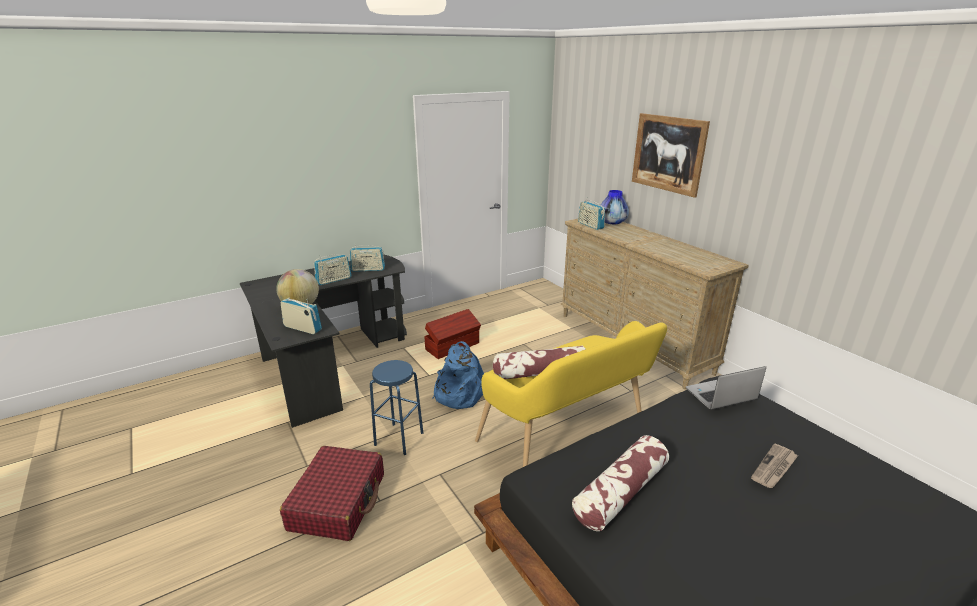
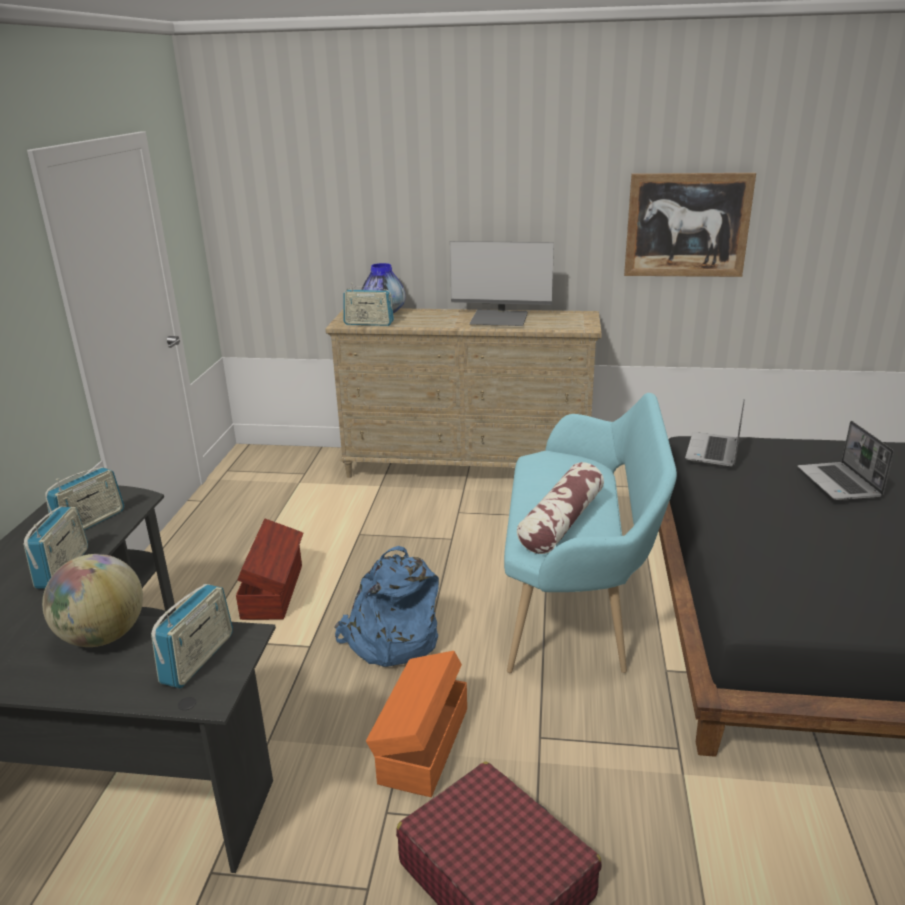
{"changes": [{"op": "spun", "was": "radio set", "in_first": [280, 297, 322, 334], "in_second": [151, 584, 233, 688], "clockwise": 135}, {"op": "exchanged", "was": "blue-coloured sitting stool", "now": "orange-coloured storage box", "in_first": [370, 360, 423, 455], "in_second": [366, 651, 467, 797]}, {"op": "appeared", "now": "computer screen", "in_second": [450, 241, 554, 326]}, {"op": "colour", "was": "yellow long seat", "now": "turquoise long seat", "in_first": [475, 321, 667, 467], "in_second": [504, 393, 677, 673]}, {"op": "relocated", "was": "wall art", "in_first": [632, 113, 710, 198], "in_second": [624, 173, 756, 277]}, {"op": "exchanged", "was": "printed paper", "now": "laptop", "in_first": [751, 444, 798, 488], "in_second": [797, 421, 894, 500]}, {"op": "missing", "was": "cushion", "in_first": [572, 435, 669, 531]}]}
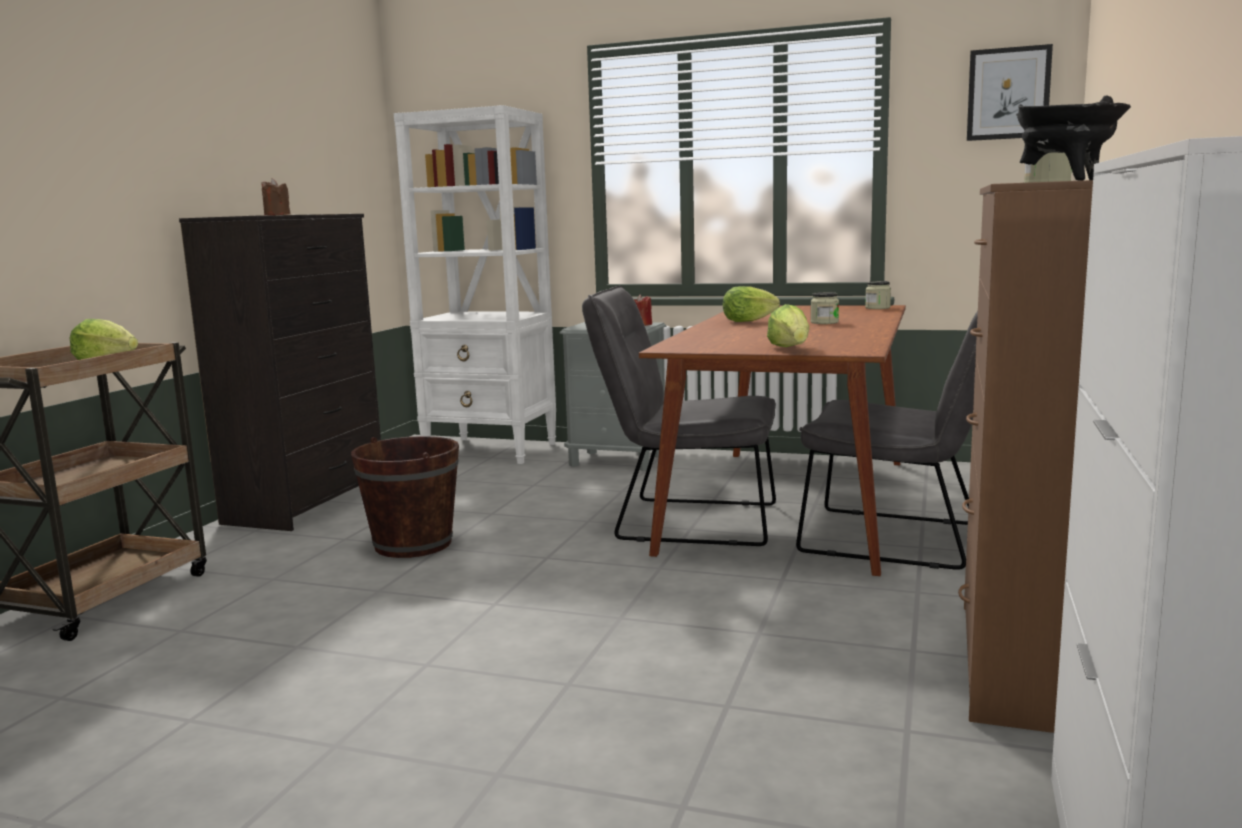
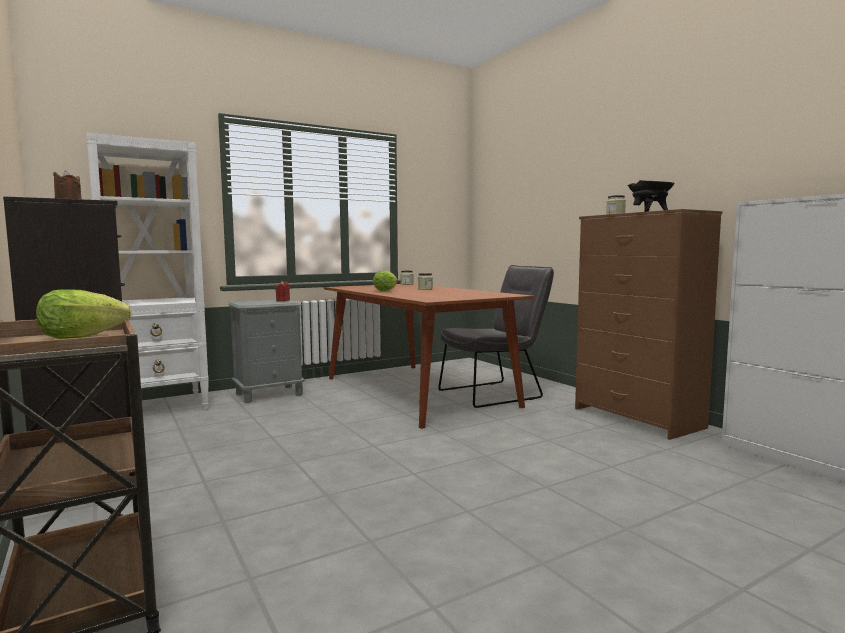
{"changes": [{"op": "missing", "was": "brown-coloured water bucket", "in_first": [351, 436, 459, 558]}, {"op": "missing", "was": "grey upright chair", "in_first": [582, 286, 776, 546]}, {"op": "missing", "was": "head of lettuce", "in_first": [767, 304, 809, 347]}, {"op": "missing", "was": "wall art", "in_first": [967, 44, 1053, 141]}]}
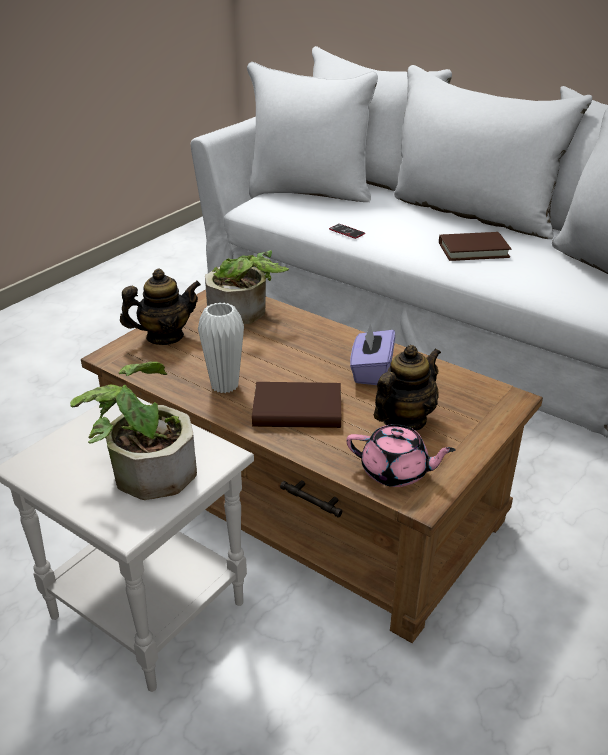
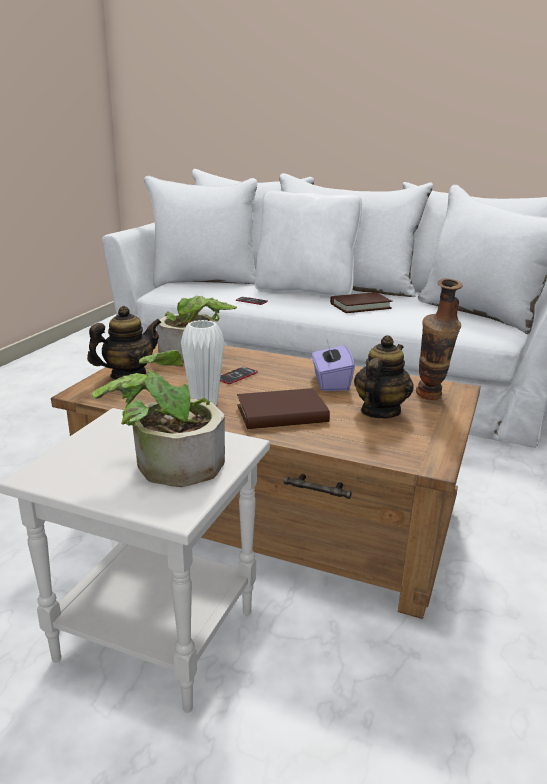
{"changes": [{"op": "appeared", "now": "telephone", "in_second": [220, 367, 258, 384]}, {"op": "appeared", "now": "white cushion", "in_second": [255, 190, 362, 296]}, {"op": "appeared", "now": "flower vase", "in_second": [416, 279, 463, 400]}, {"op": "missing", "was": "pinkish teapot", "in_first": [346, 424, 456, 487]}]}
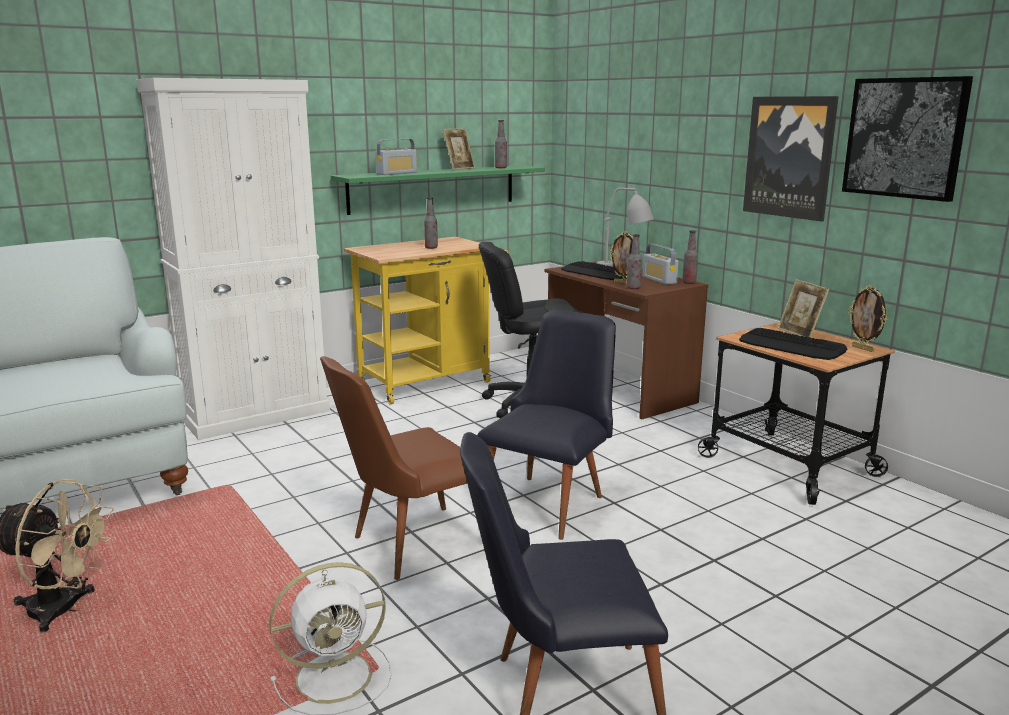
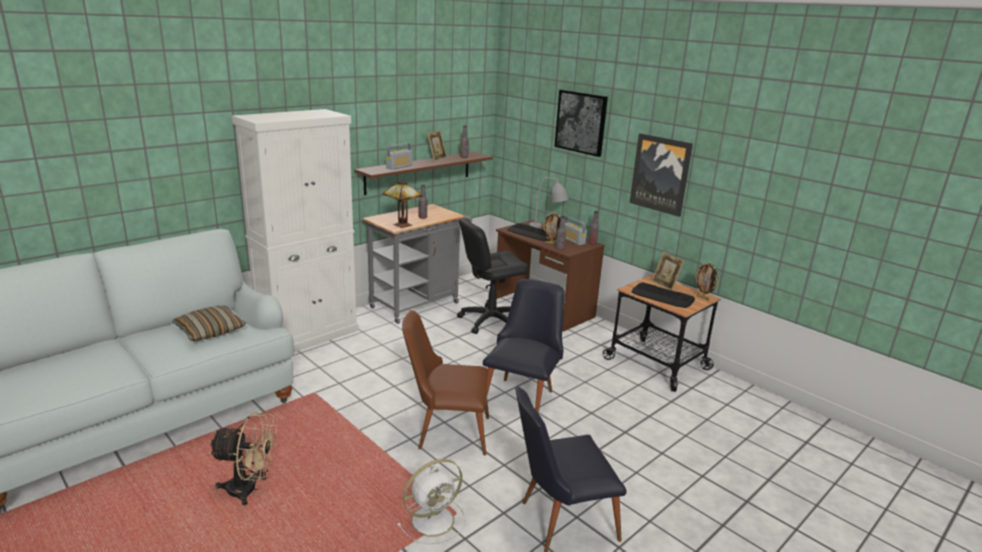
{"changes": [{"op": "appeared", "now": "cushion", "in_second": [172, 306, 246, 341]}, {"op": "colour", "was": "greenish wall shelf", "now": "brown-coloured wall shelf", "in_first": [331, 165, 545, 215], "in_second": [354, 152, 493, 195]}, {"op": "colour", "was": "yellow wheeled cart", "now": "grey wheeled cart", "in_first": [344, 237, 509, 404], "in_second": [363, 204, 472, 324]}, {"op": "appeared", "now": "table lamp", "in_second": [382, 180, 422, 228]}, {"op": "spun", "was": "brown-coloured upright chair", "in_first": [320, 356, 467, 580], "in_second": [402, 310, 489, 456], "clockwise": 45}, {"op": "relocated", "was": "wall art", "in_first": [842, 76, 973, 202], "in_second": [554, 90, 608, 157]}]}
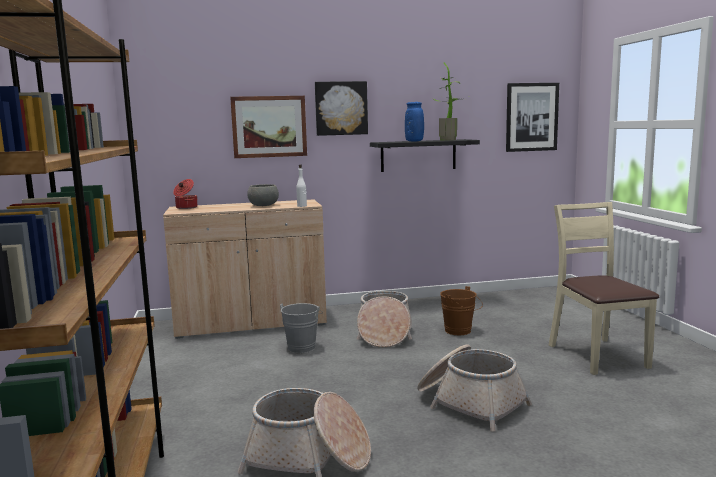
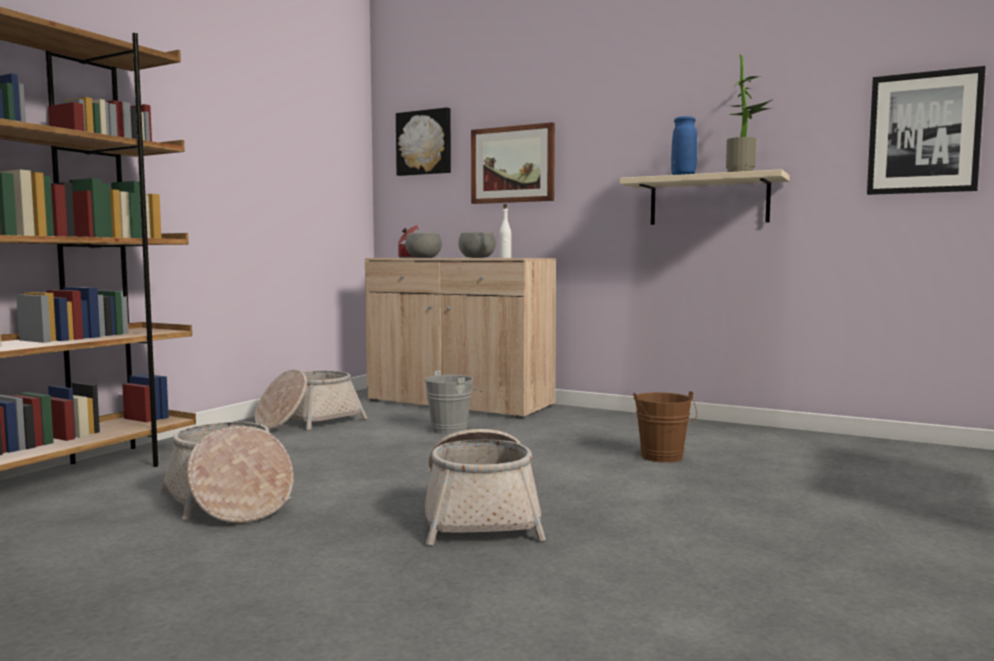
{"changes": [{"op": "relocated", "was": "household basket", "in_first": [357, 291, 412, 348], "in_second": [255, 369, 367, 430]}, {"op": "relocated", "was": "wall art", "in_first": [315, 81, 368, 136], "in_second": [396, 107, 451, 176]}, {"op": "appeared", "now": "grey bowl", "in_second": [405, 233, 442, 258]}, {"op": "colour", "was": "black wall shelf", "now": "sand-coloured wall shelf", "in_first": [370, 139, 480, 172], "in_second": [620, 169, 790, 225]}, {"op": "missing", "was": "sand-coloured upright chair", "in_first": [549, 202, 659, 375]}]}
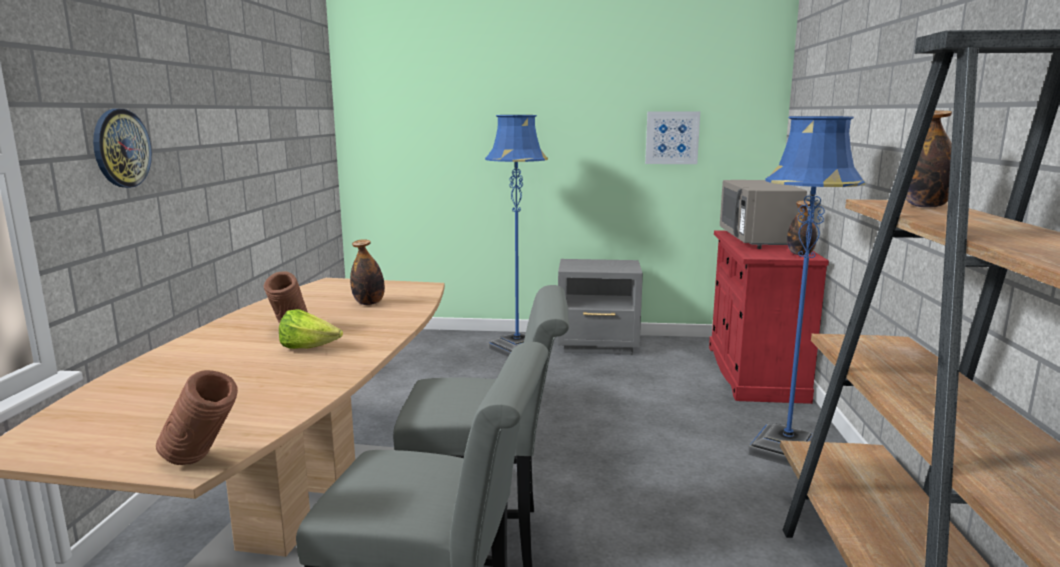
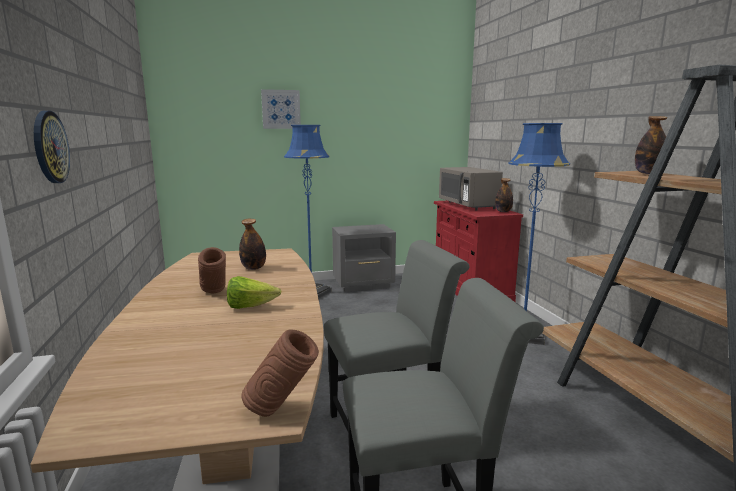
{"changes": [{"op": "relocated", "was": "wall art", "in_first": [645, 112, 700, 164], "in_second": [261, 89, 301, 129]}]}
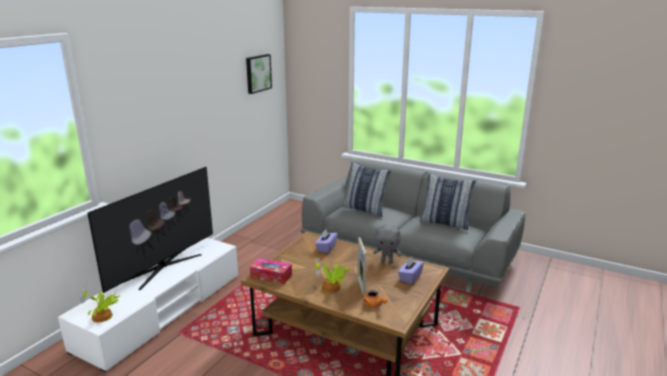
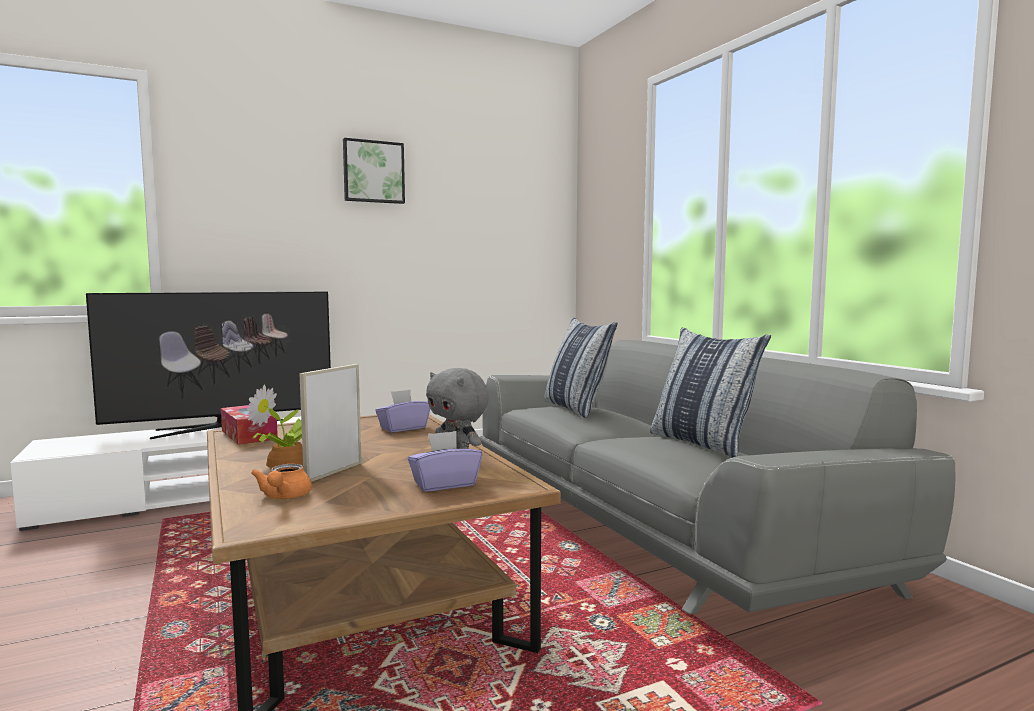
{"changes": [{"op": "relocated", "was": "wall art", "in_first": [246, 54, 272, 94], "in_second": [343, 138, 405, 204]}, {"op": "missing", "was": "potted plant", "in_first": [80, 285, 120, 322]}]}
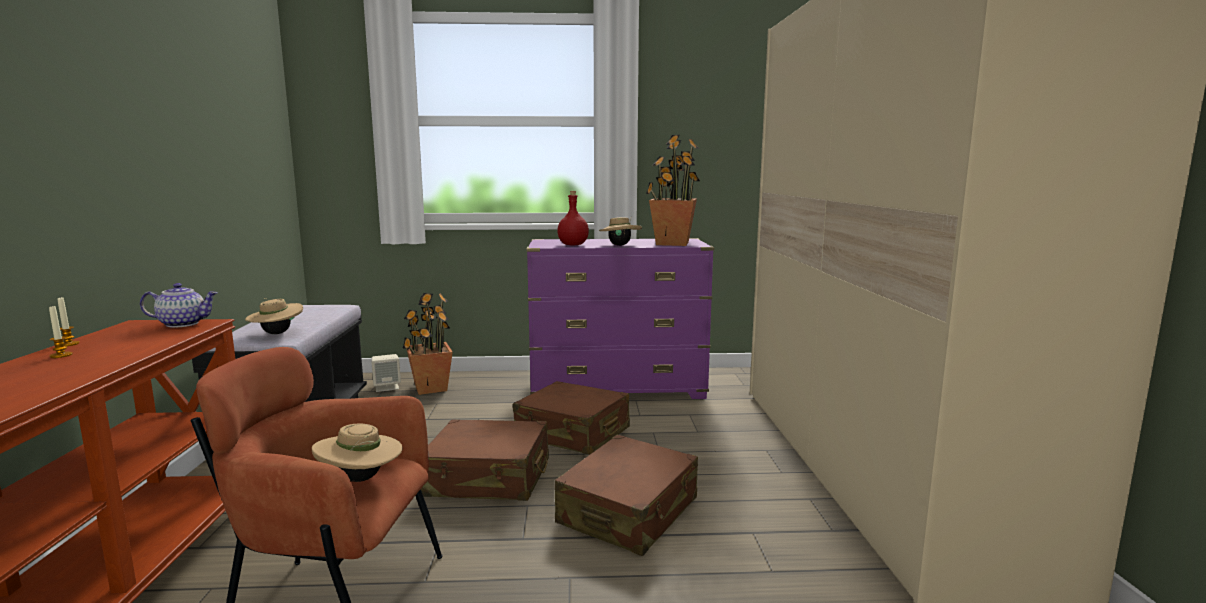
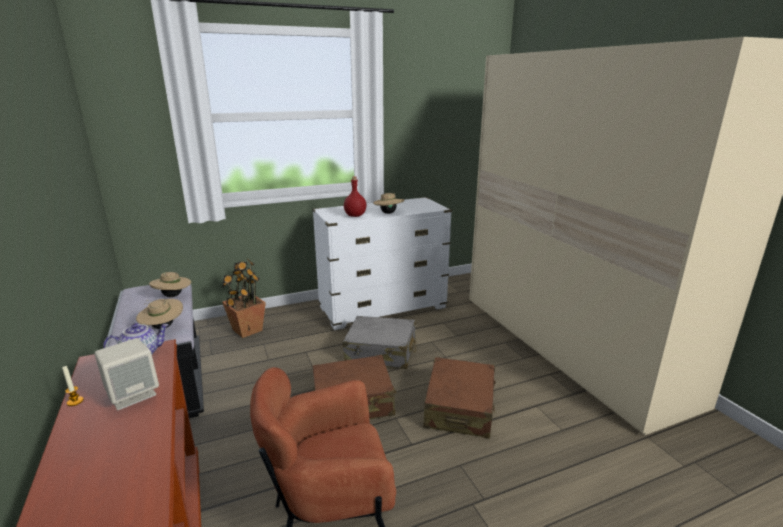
{"changes": [{"op": "relocated", "was": "sand-coloured audio speaker", "in_first": [371, 354, 401, 392], "in_second": [94, 338, 159, 410]}, {"op": "relocated", "was": "sand-coloured wearable hat", "in_first": [312, 423, 403, 482], "in_second": [149, 272, 191, 297]}, {"op": "colour", "was": "purple-coloured drawer chest", "now": "white drawer chest", "in_first": [527, 238, 714, 399], "in_second": [312, 197, 452, 330]}, {"op": "colour", "was": "brown-coloured suitcase", "now": "grey suitcase", "in_first": [513, 381, 630, 455], "in_second": [343, 316, 416, 369]}, {"op": "missing", "was": "candle", "in_first": [49, 306, 73, 358]}, {"op": "missing", "was": "potted plant", "in_first": [646, 135, 700, 246]}]}
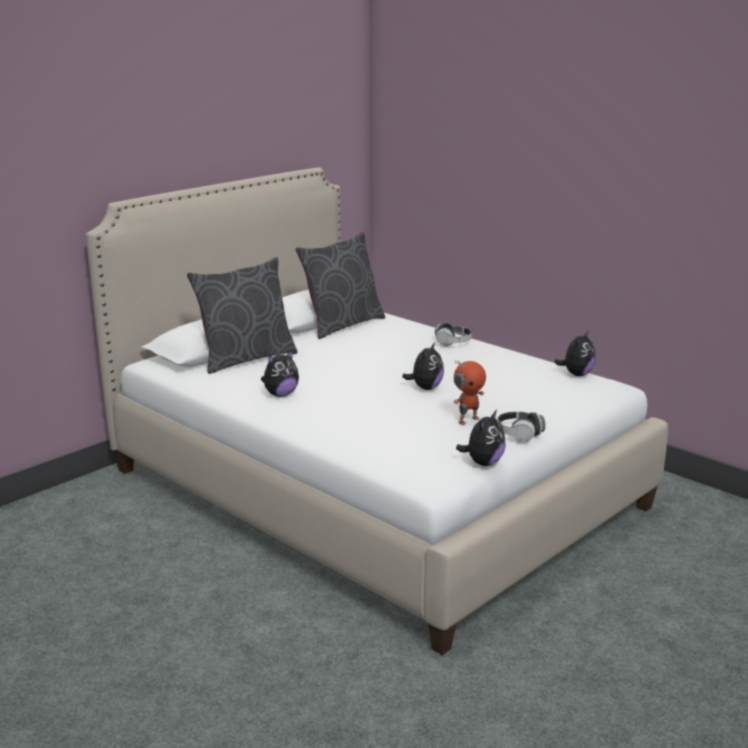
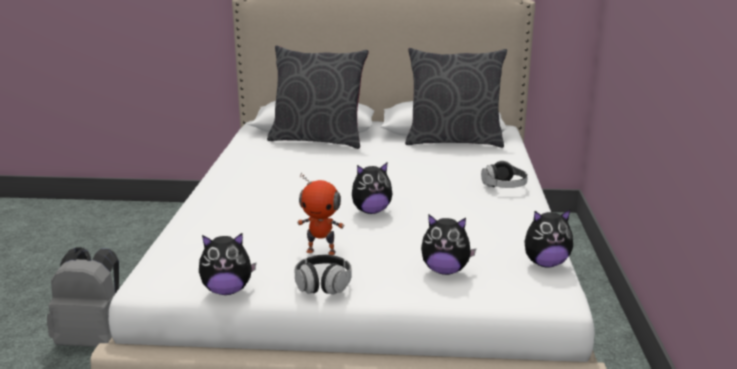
{"changes": [{"op": "appeared", "now": "grey knapsack", "in_second": [47, 247, 119, 347]}, {"op": "relocated", "was": "plush toy", "in_first": [261, 350, 299, 397], "in_second": [421, 214, 476, 275]}]}
